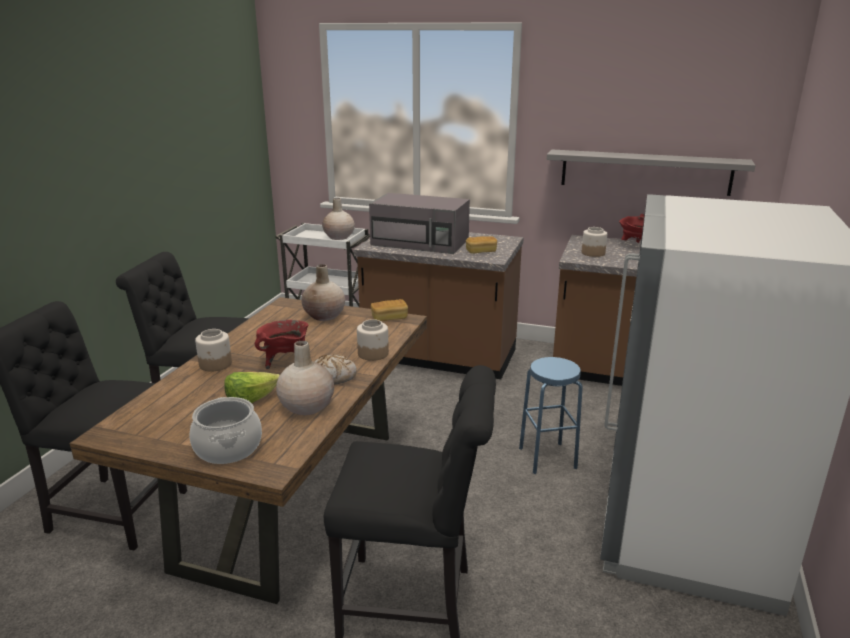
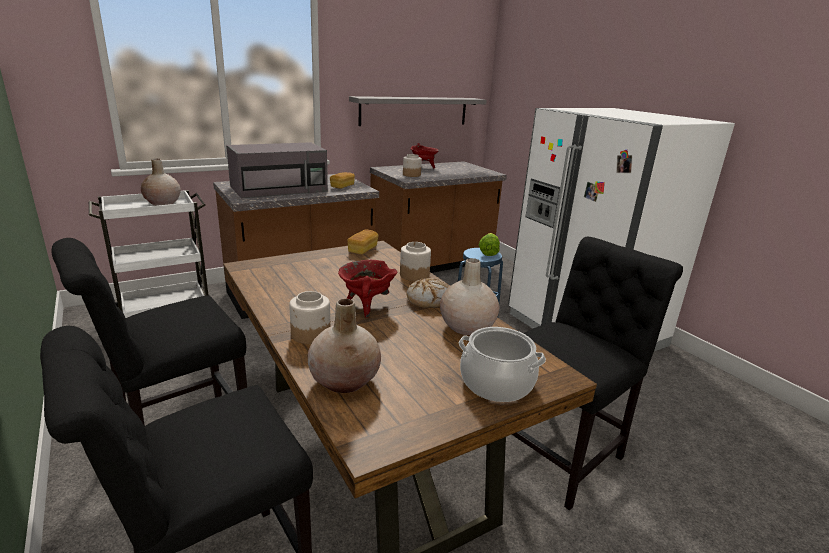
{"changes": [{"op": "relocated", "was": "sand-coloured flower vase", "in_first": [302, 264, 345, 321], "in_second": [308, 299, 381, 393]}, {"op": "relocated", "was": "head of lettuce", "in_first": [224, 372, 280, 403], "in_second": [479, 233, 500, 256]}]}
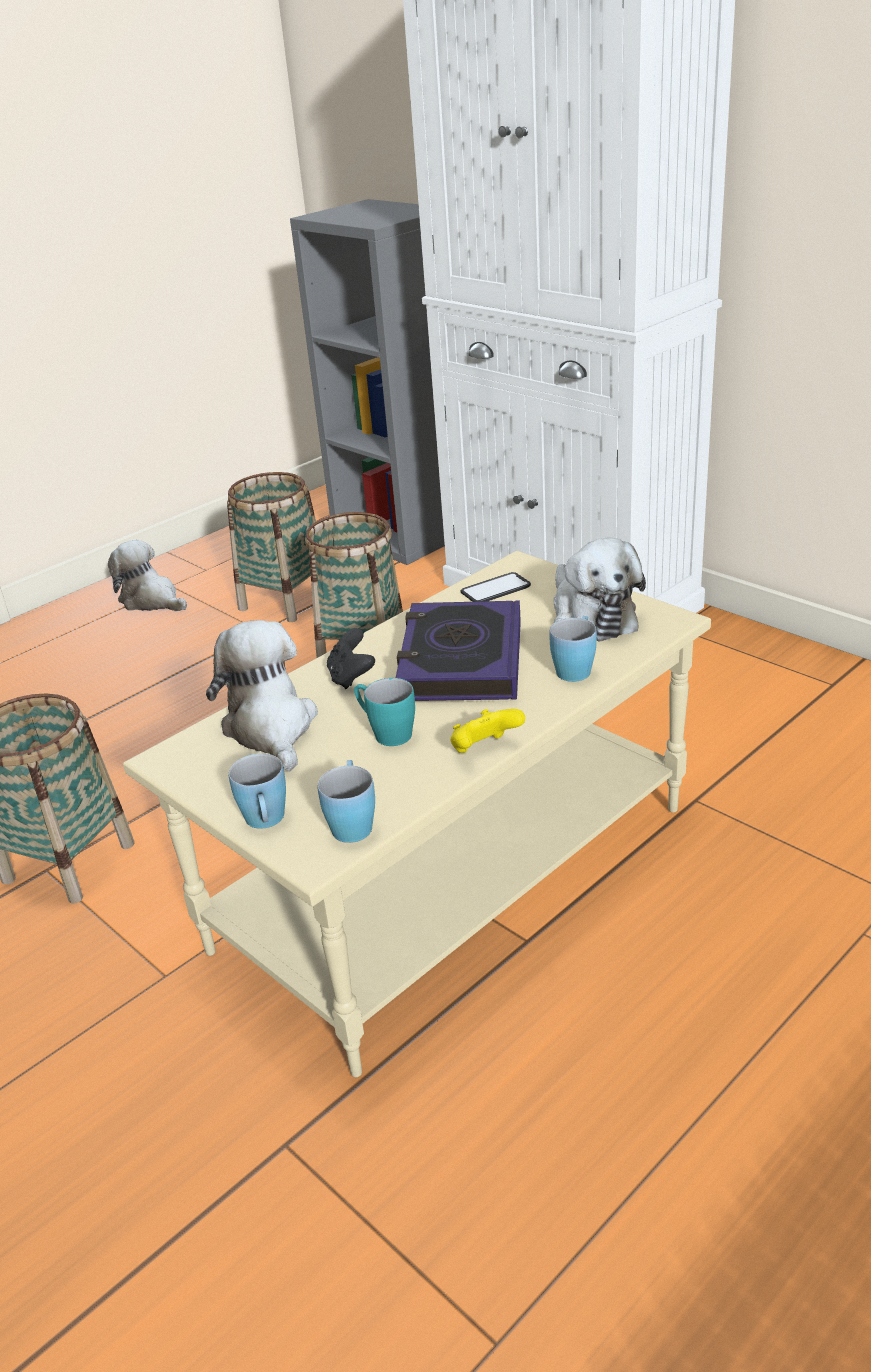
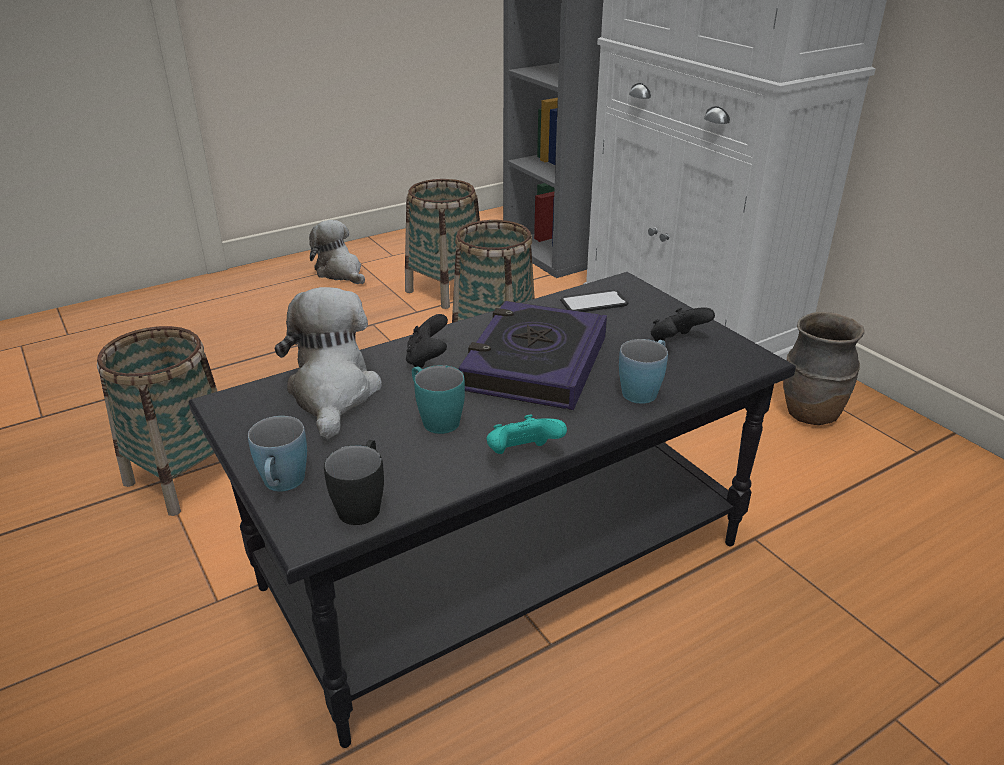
{"changes": [{"op": "colour", "was": "sand-coloured lounge table", "now": "black lounge table", "in_first": [123, 551, 711, 1077], "in_second": [189, 272, 796, 748]}, {"op": "colour", "was": "blue-coloured tea mug", "now": "black tea mug", "in_first": [317, 760, 375, 843], "in_second": [324, 440, 384, 525]}, {"op": "colour", "was": "yellow gamepad", "now": "turquoise gamepad", "in_first": [450, 709, 525, 753], "in_second": [487, 415, 567, 454]}, {"op": "exchanged", "was": "plush toy", "now": "black gamepad", "in_first": [554, 538, 646, 642], "in_second": [651, 307, 715, 342]}, {"op": "appeared", "now": "brown-coloured flower vase", "in_second": [783, 312, 865, 425]}]}
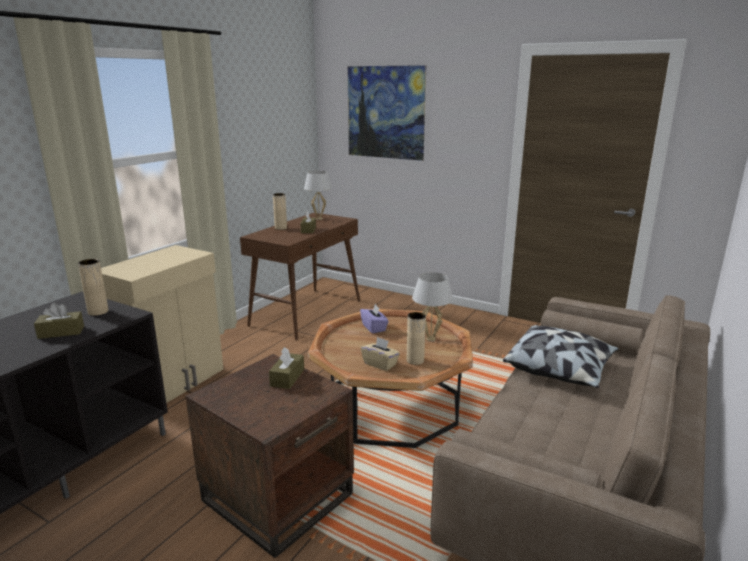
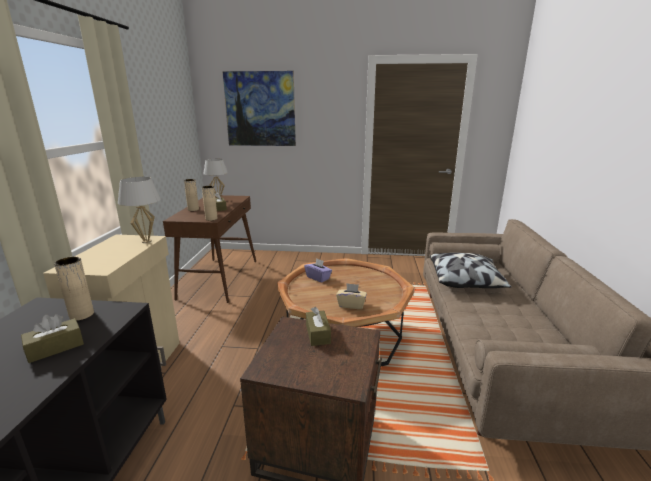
{"changes": [{"op": "relocated", "was": "white table lamp", "in_first": [412, 272, 453, 341], "in_second": [118, 177, 161, 243]}, {"op": "relocated", "was": "sand-coloured flower vase", "in_first": [407, 312, 426, 365], "in_second": [202, 186, 218, 221]}]}
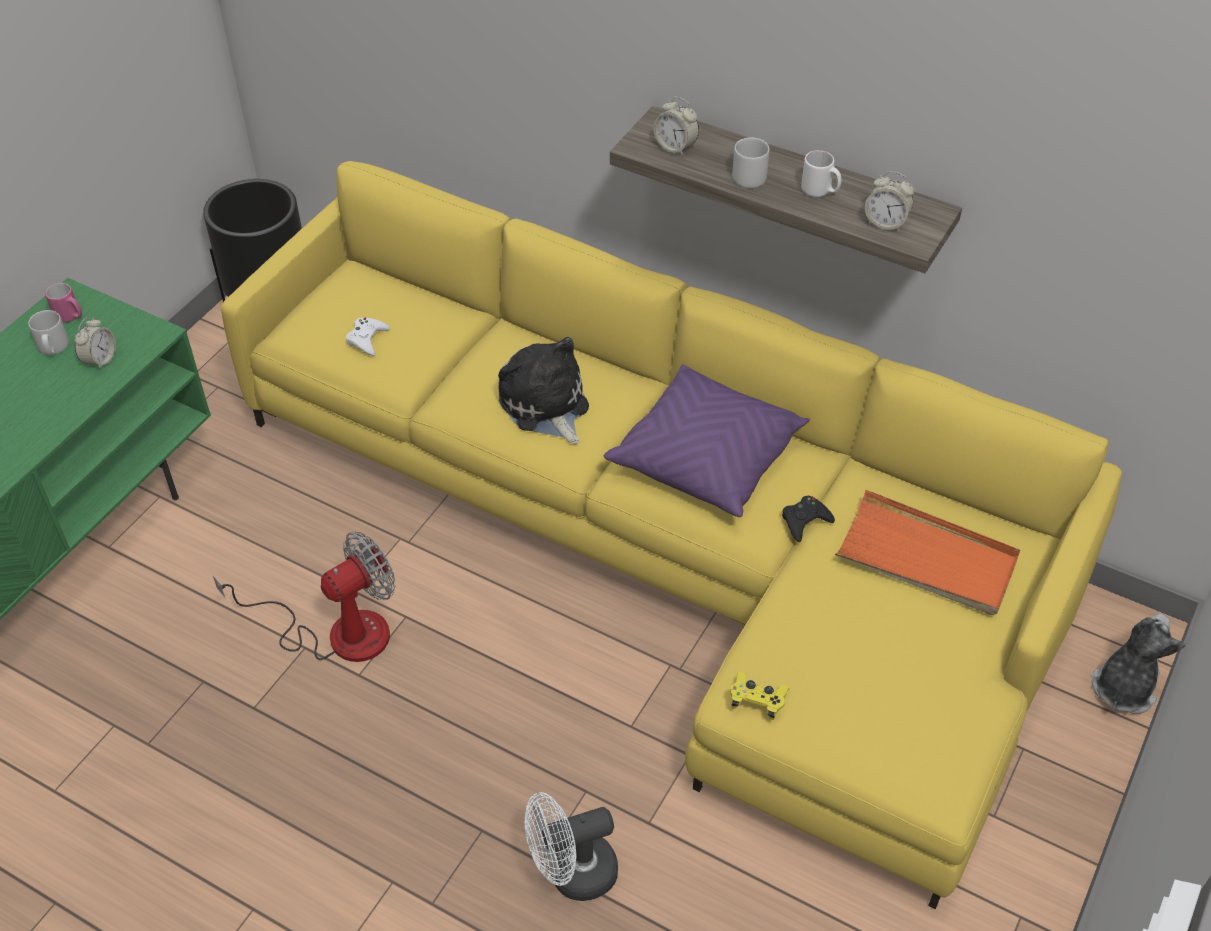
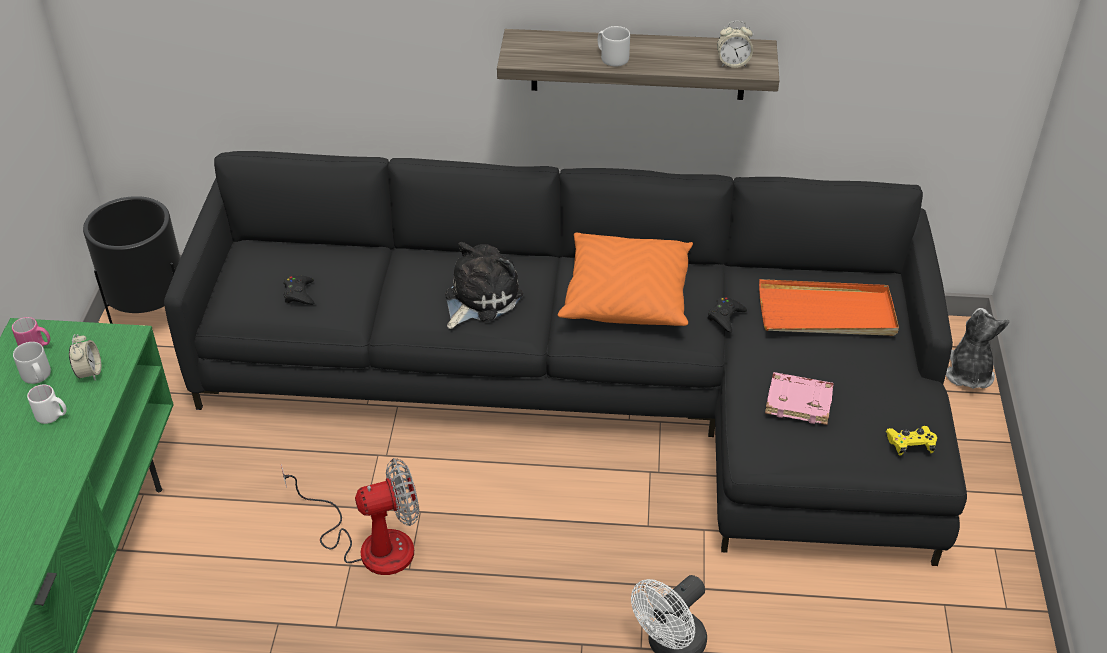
{"changes": [{"op": "relocated", "was": "white tea mug", "in_first": [801, 150, 841, 197], "in_second": [27, 385, 67, 424]}, {"op": "colour", "was": "yellow couch", "now": "black couch", "in_first": [221, 161, 1122, 909], "in_second": [164, 151, 967, 566]}, {"op": "spun", "was": "electric fan", "in_first": [213, 532, 395, 662], "in_second": [281, 458, 419, 575], "clockwise": 45}, {"op": "colour", "was": "white gamepad", "now": "black gamepad", "in_first": [346, 318, 390, 356], "in_second": [283, 276, 315, 305]}, {"op": "spun", "was": "plush toy", "in_first": [498, 337, 589, 444], "in_second": [445, 242, 523, 329], "clockwise": 90}, {"op": "colour", "was": "purple-coloured cushion", "now": "orange-coloured cushion", "in_first": [604, 364, 810, 517], "in_second": [558, 233, 693, 326]}, {"op": "appeared", "now": "pinkish volume", "in_second": [765, 372, 834, 425]}, {"op": "relocated", "was": "yellow gamepad", "in_first": [730, 672, 789, 720], "in_second": [886, 426, 937, 455]}, {"op": "missing", "was": "bedside clock", "in_first": [653, 97, 699, 156]}]}
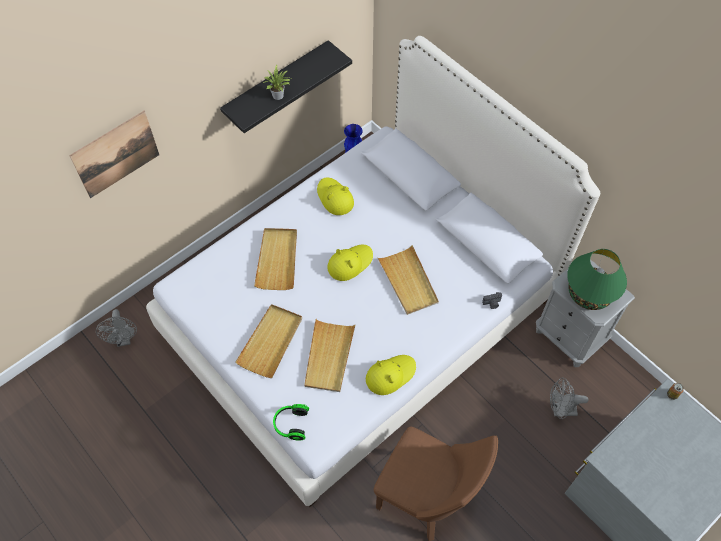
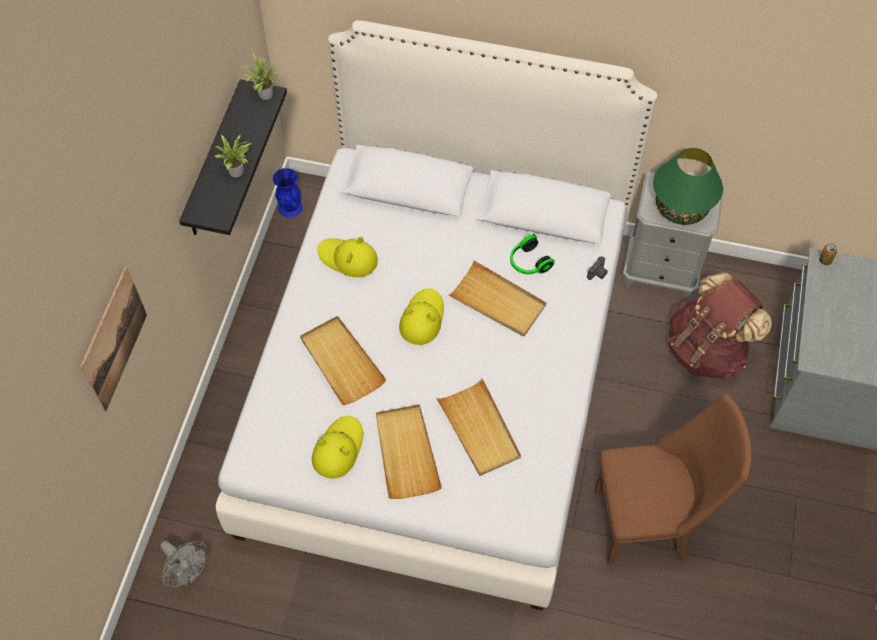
{"changes": [{"op": "appeared", "now": "potted plant", "in_second": [243, 52, 278, 100]}, {"op": "relocated", "was": "yellow wearable hat", "in_first": [366, 355, 416, 395], "in_second": [312, 416, 363, 479]}, {"op": "relocated", "was": "headset", "in_first": [273, 404, 309, 441], "in_second": [510, 232, 555, 274]}, {"op": "exchanged", "was": "grey electric fan", "now": "brown-coloured knapsack", "in_first": [550, 377, 588, 419], "in_second": [668, 273, 772, 380]}]}
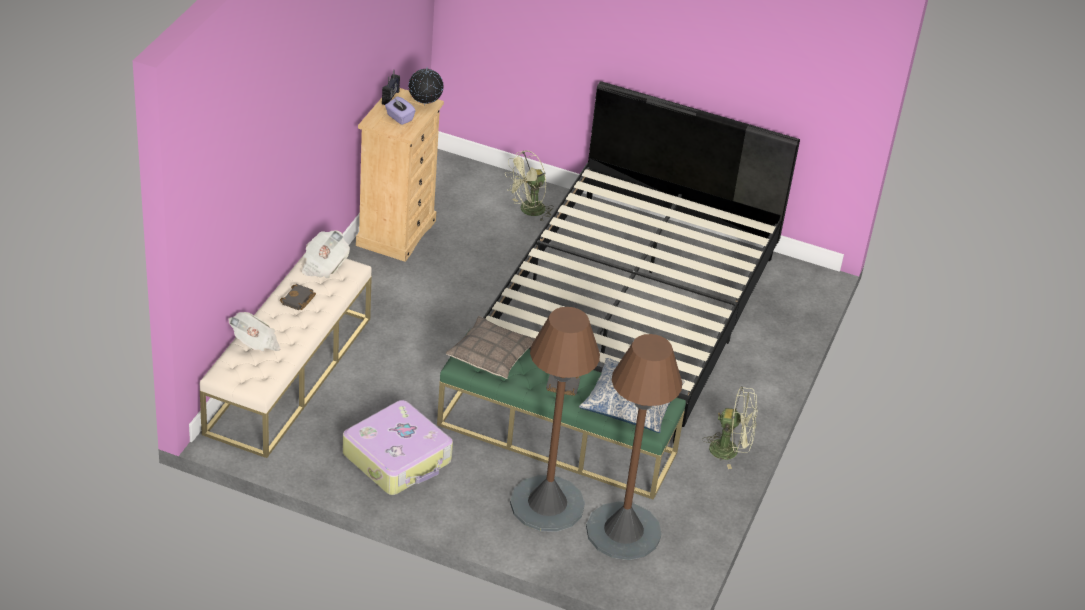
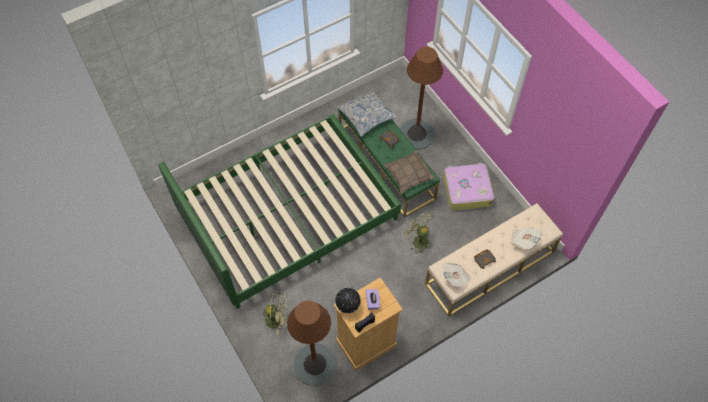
{"changes": [{"op": "colour", "was": "black bed", "now": "greenish bed", "in_first": [483, 81, 800, 442], "in_second": [158, 114, 401, 309]}, {"op": "relocated", "was": "brown-coloured floor lamp", "in_first": [586, 334, 682, 560], "in_second": [287, 300, 337, 386]}, {"op": "relocated", "was": "greenish electric fan", "in_first": [702, 387, 757, 469], "in_second": [402, 211, 434, 254]}]}
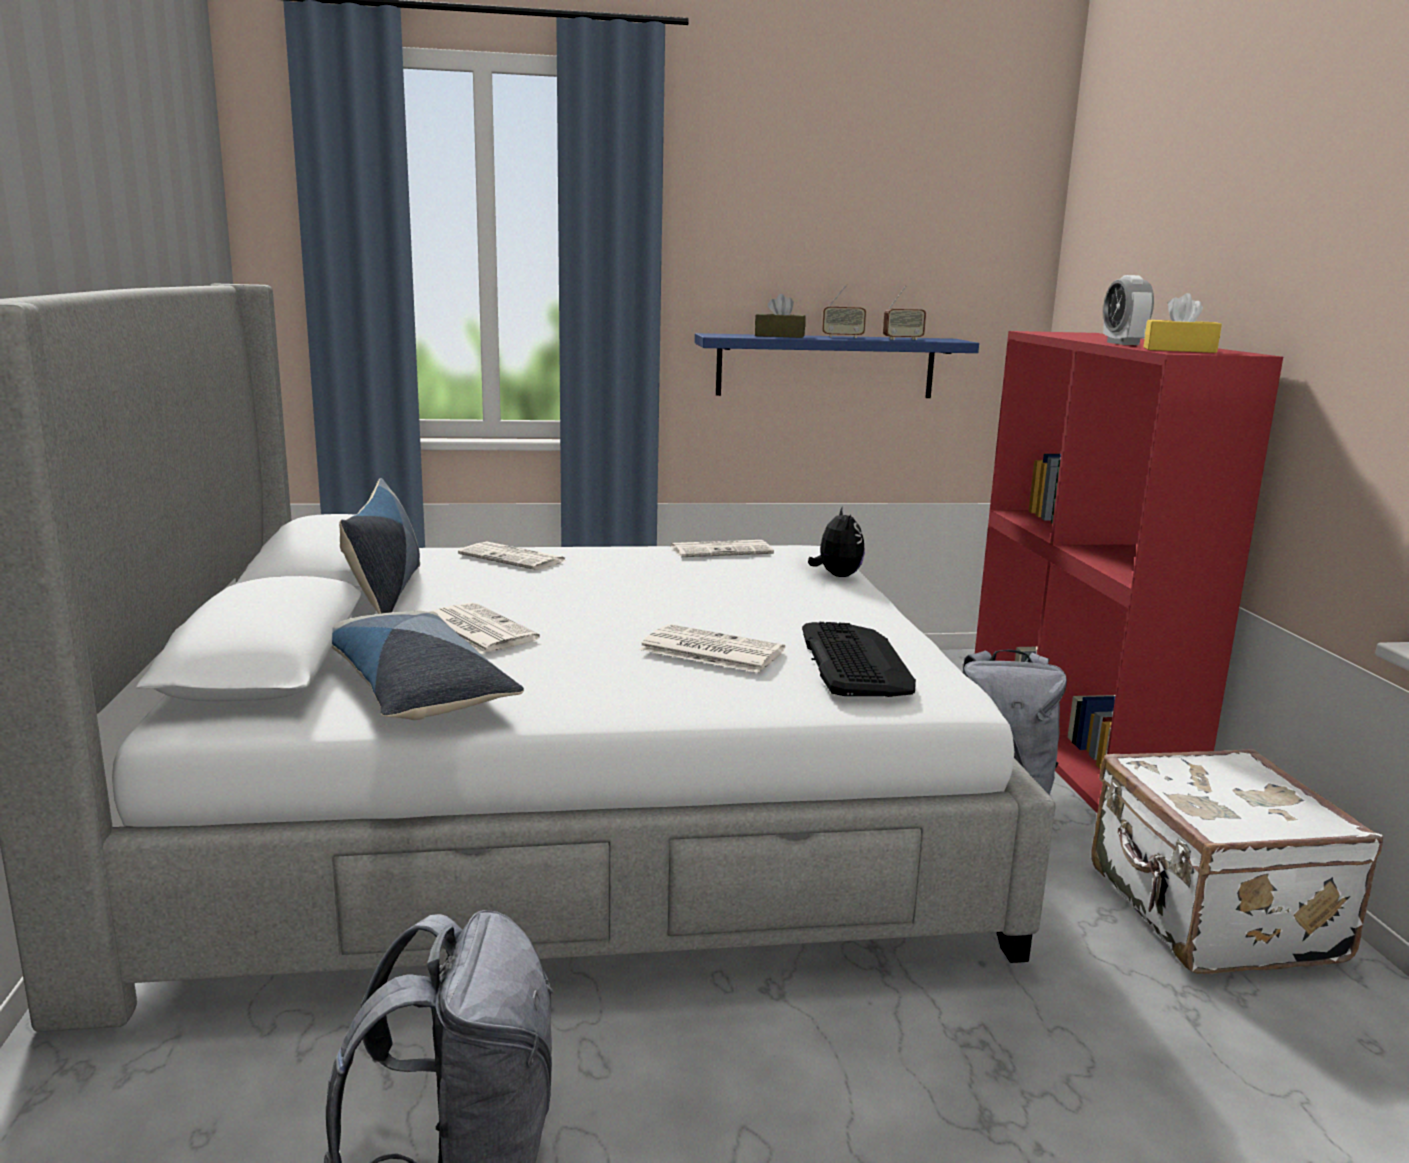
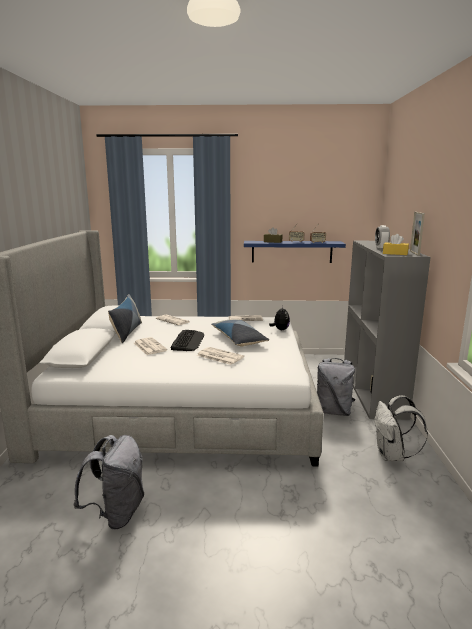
{"changes": [{"op": "relocated", "was": "keyboard", "in_first": [802, 622, 916, 697], "in_second": [171, 330, 204, 351]}, {"op": "relocated", "was": "cushion", "in_first": [331, 611, 524, 720], "in_second": [211, 319, 269, 347]}, {"op": "colour", "was": "red bookcase", "now": "grey bookcase", "in_first": [975, 331, 1283, 813], "in_second": [344, 241, 431, 420]}, {"op": "exchanged", "was": "white suitcase", "now": "white knapsack", "in_first": [1091, 749, 1383, 974], "in_second": [374, 395, 428, 461]}, {"op": "appeared", "now": "photo frame", "in_second": [410, 212, 425, 256]}]}
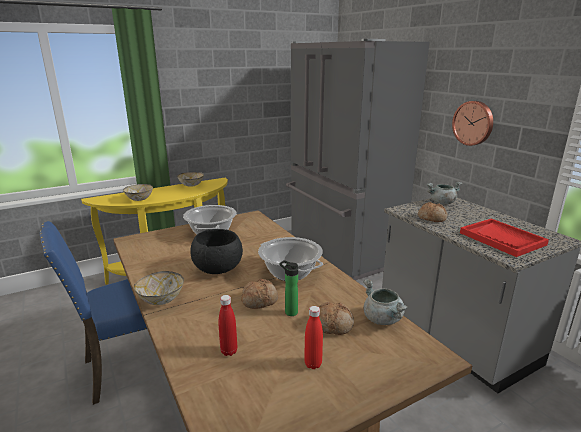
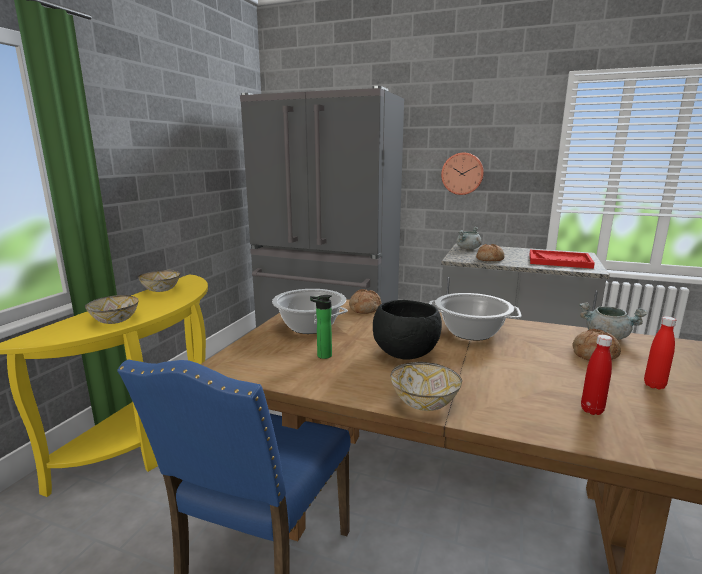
{"changes": [{"op": "relocated", "was": "beverage bottle", "in_first": [280, 260, 298, 316], "in_second": [310, 295, 332, 359]}, {"op": "relocated", "was": "baked bread", "in_first": [241, 279, 278, 309], "in_second": [349, 289, 381, 314]}]}
